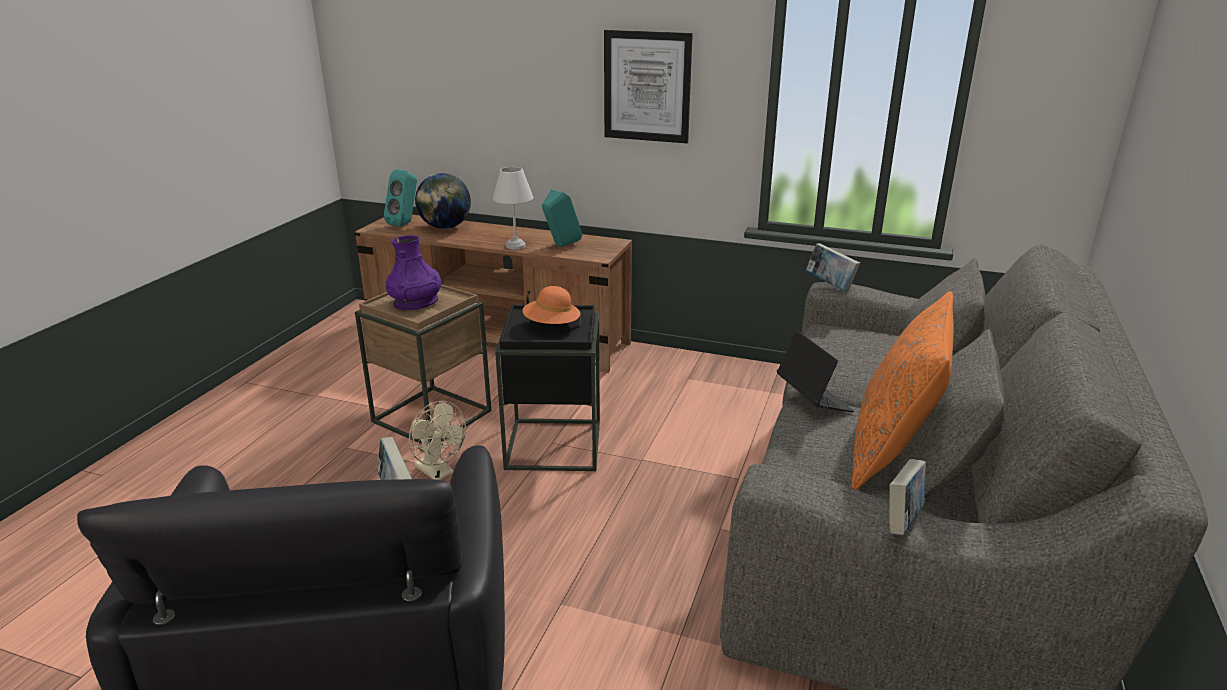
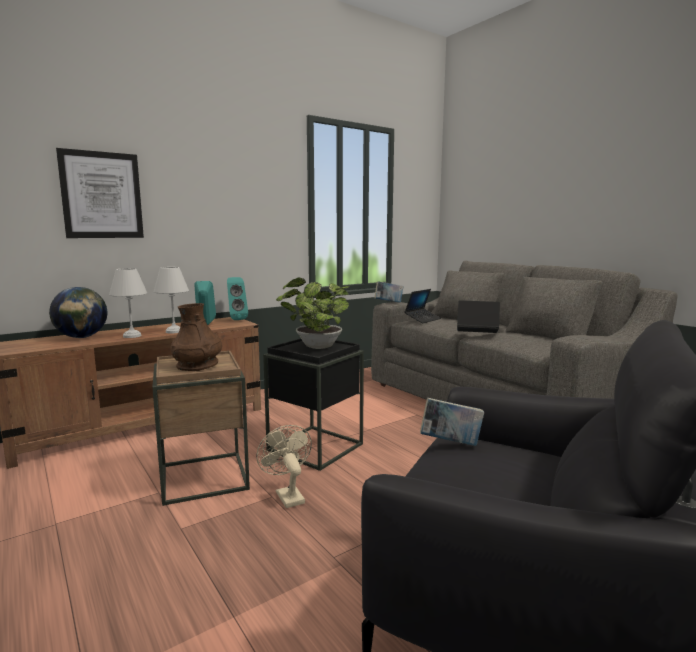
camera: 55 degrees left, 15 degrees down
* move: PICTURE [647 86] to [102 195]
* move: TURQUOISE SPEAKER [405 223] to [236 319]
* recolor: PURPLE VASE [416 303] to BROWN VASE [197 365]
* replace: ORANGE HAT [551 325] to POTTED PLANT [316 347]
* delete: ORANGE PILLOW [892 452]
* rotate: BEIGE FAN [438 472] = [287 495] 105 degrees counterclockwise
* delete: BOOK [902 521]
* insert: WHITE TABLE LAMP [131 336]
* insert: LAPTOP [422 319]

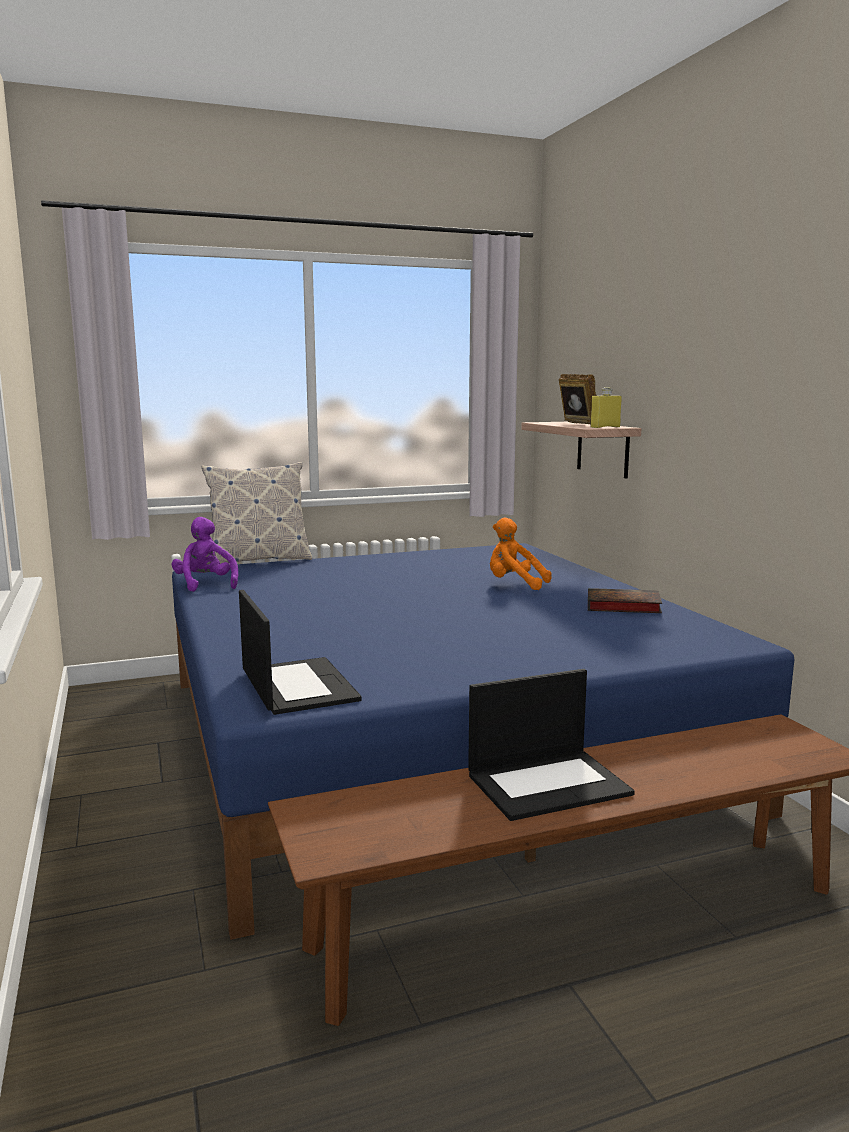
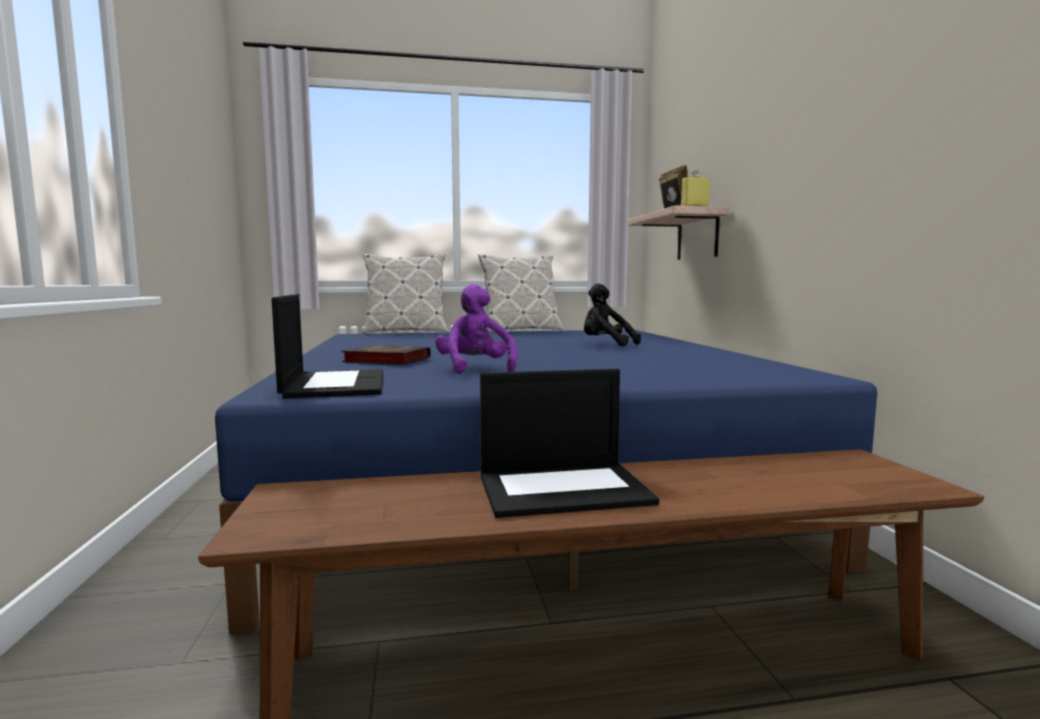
camera: 10 degrees right, 5 degrees down
* move: PURPLE PLUSH TOY [205 584] to [475 369]
* recolor: ORANGE PLUSH TOY [514 584] to BLACK PLUSH TOY [606 344]
* move: BOOK [621 606] to [384 360]
* insert: PILLOW [520 330]

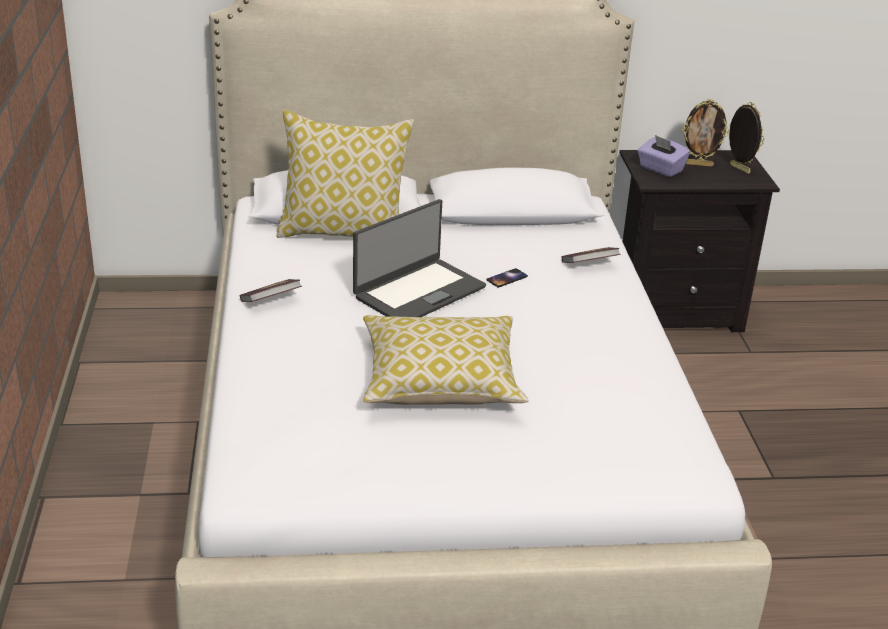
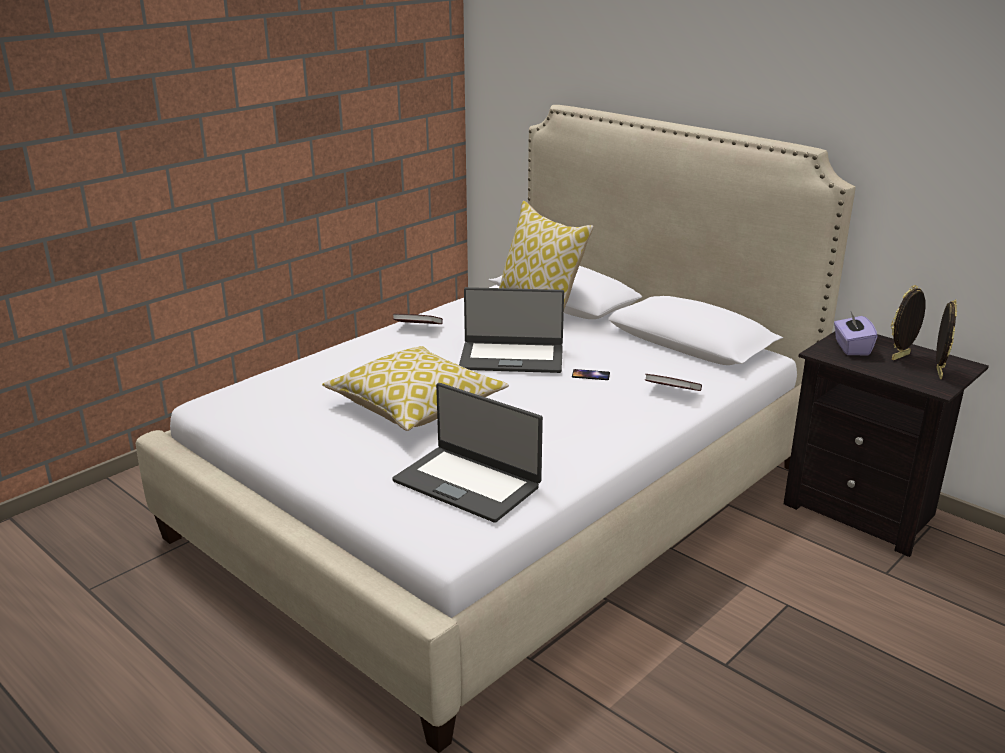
camera: 50 degrees right, 5 degrees down
* rotate: PICTURE FRAME [699 164] = [901 357] 90 degrees clockwise
* insert: LAPTOP [468 483]

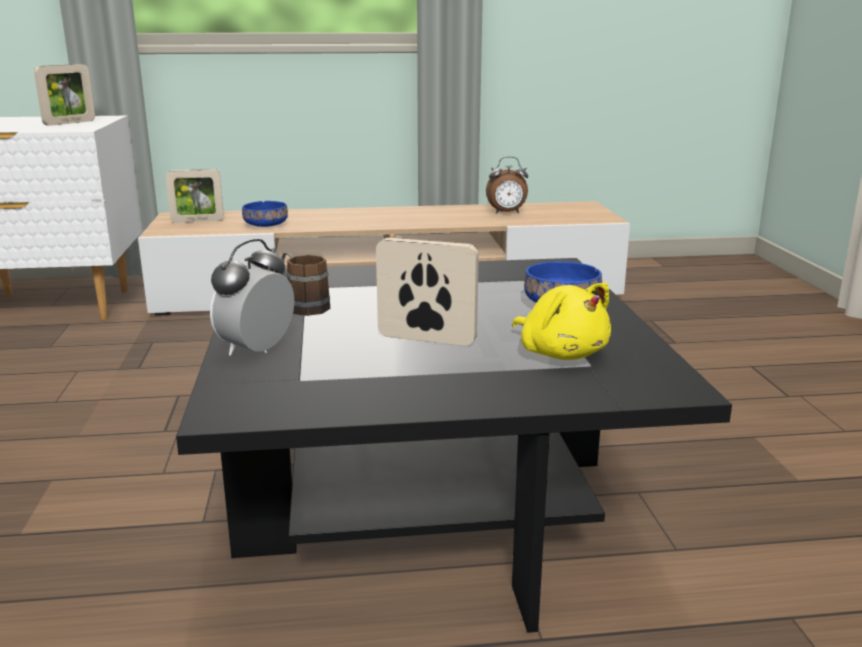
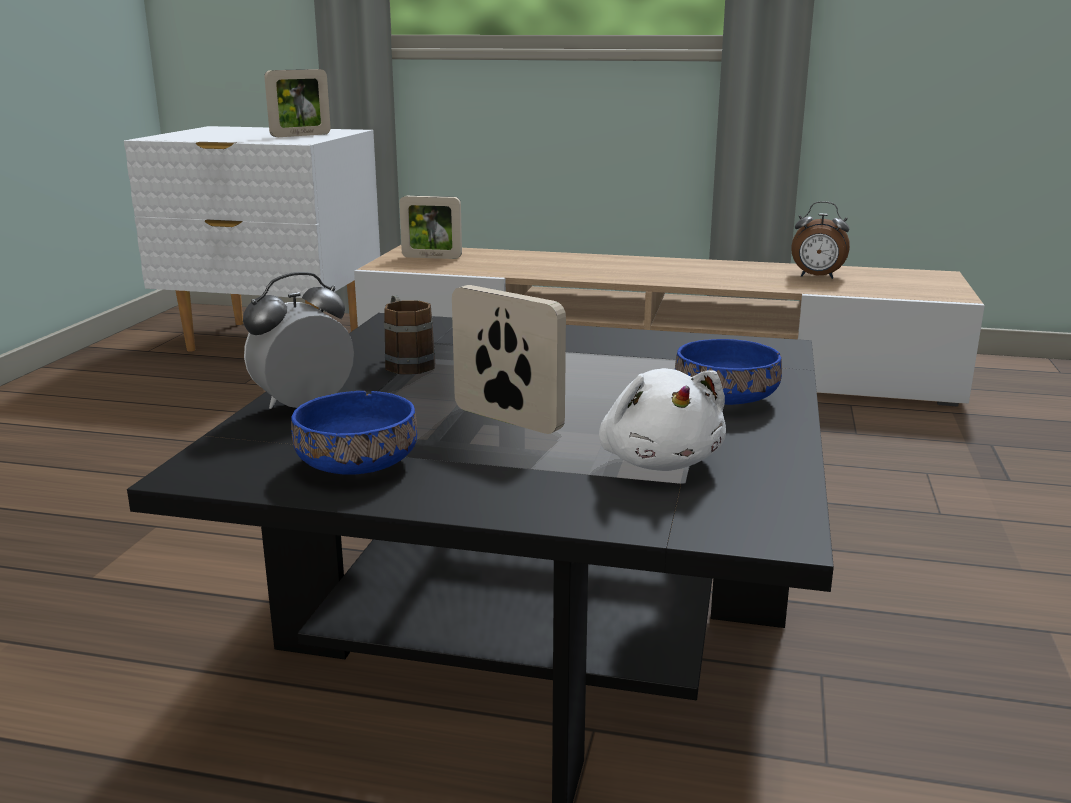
camera: 20 degrees right, 0 degrees up
* move: BLUE BOWL [265 225] to [355 465]
* recolor: YELLOW PLUSH TOY [561 353] to WHITE PLUSH TOY [659 461]

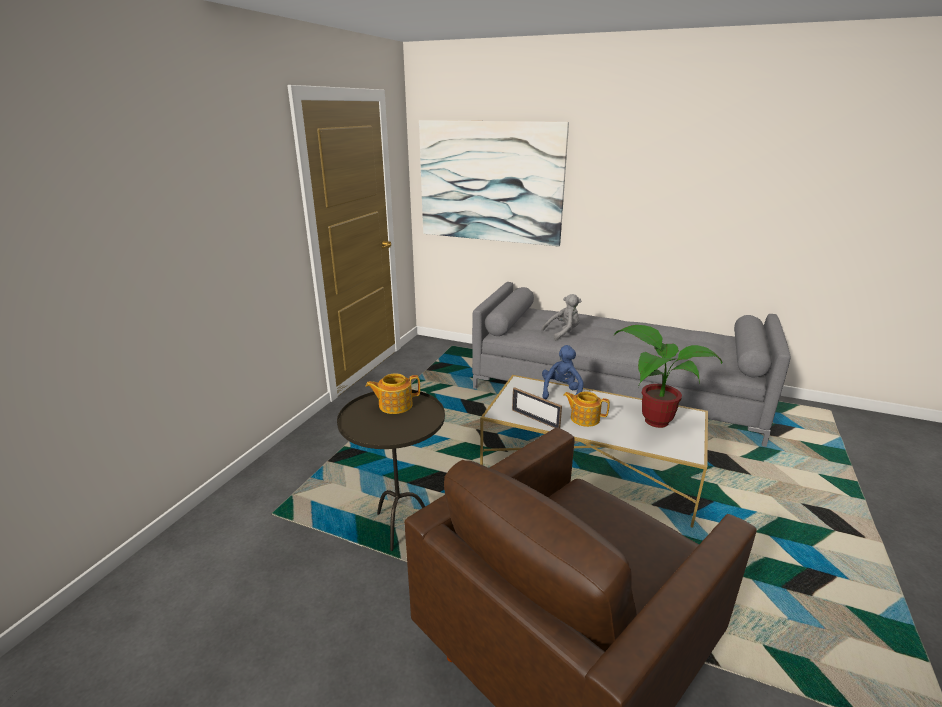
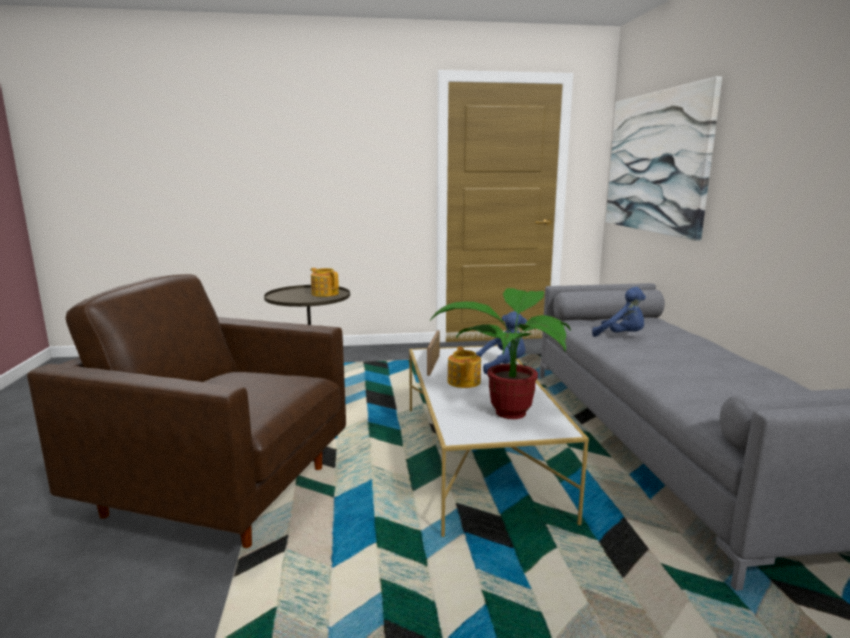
camera: 60 degrees right, 10 degrees down
* recolor: GREY PLUSH TOY [563 333] to BLUE PLUSH TOY [621 336]

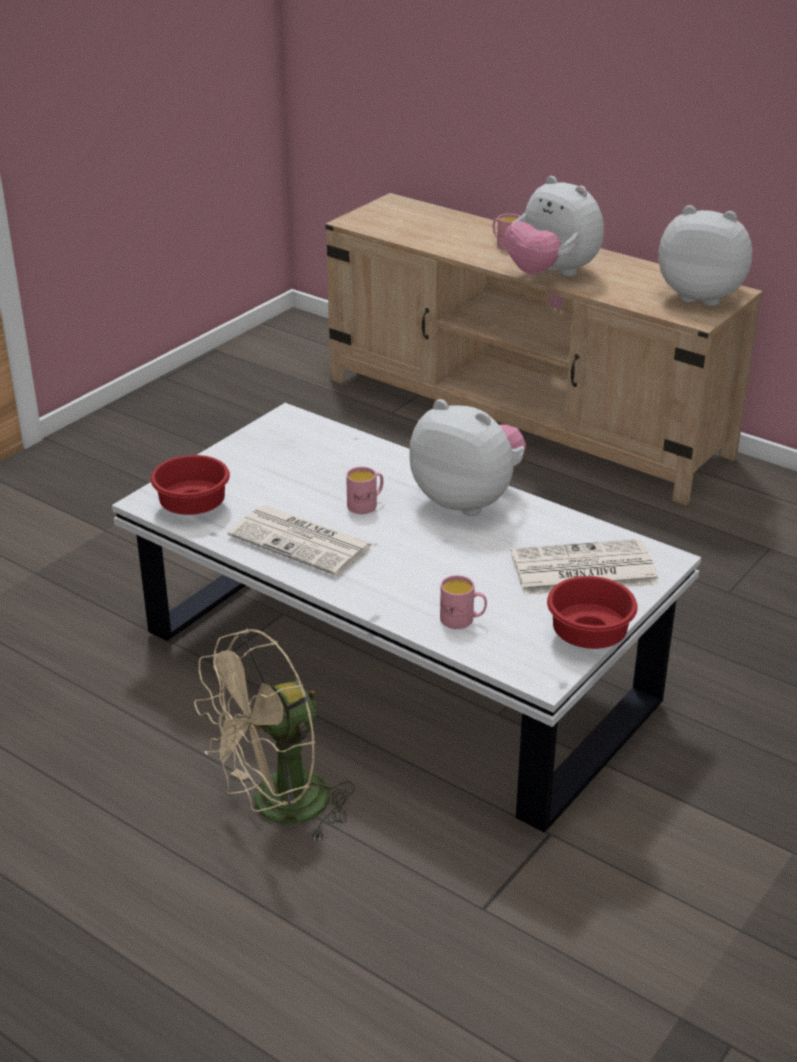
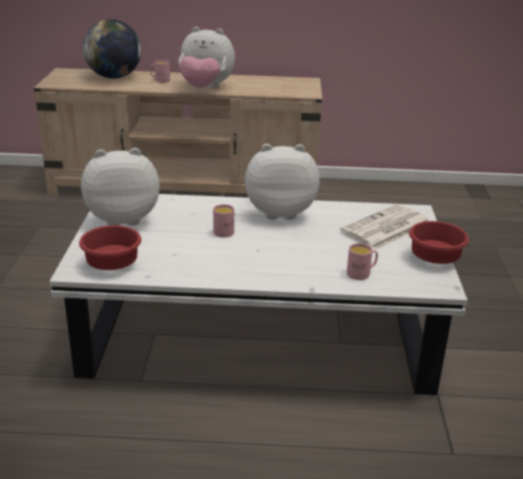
camera: 35 degrees left, 5 degrees down
* move: PLUSH TOY [702 296] to [123 218]
* delete: NEWSPAPER [303 541]
* delete: BEIGE FAN [277 808]
* insert: GLOBE [114 77]

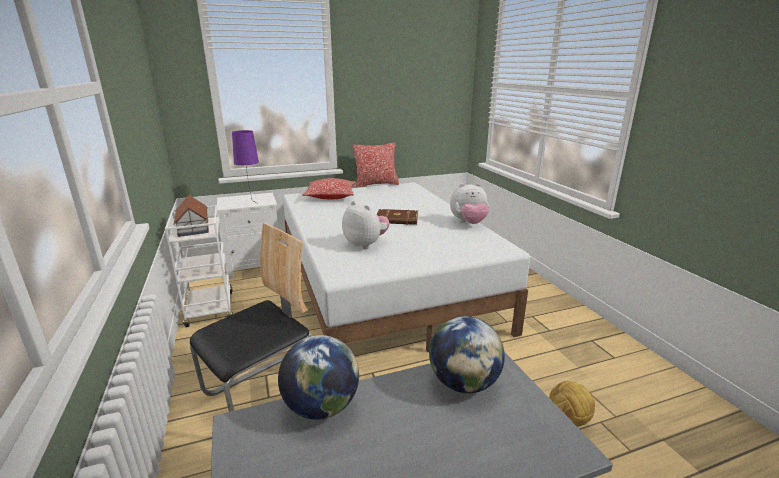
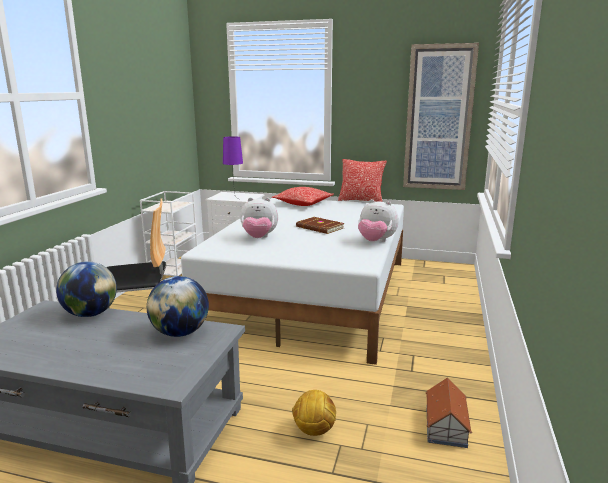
camera: 35 degrees right, 5 degrees down
* move: TOY HOUSE [193 227] to [445 426]
* rotate: PLUSH TOY [366 244] = [259 238] 105 degrees clockwise
* insert: PICTURE [438 118]

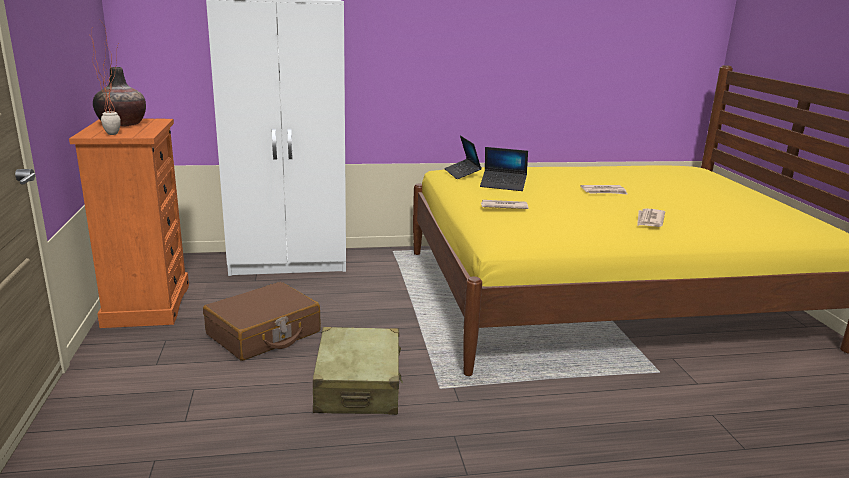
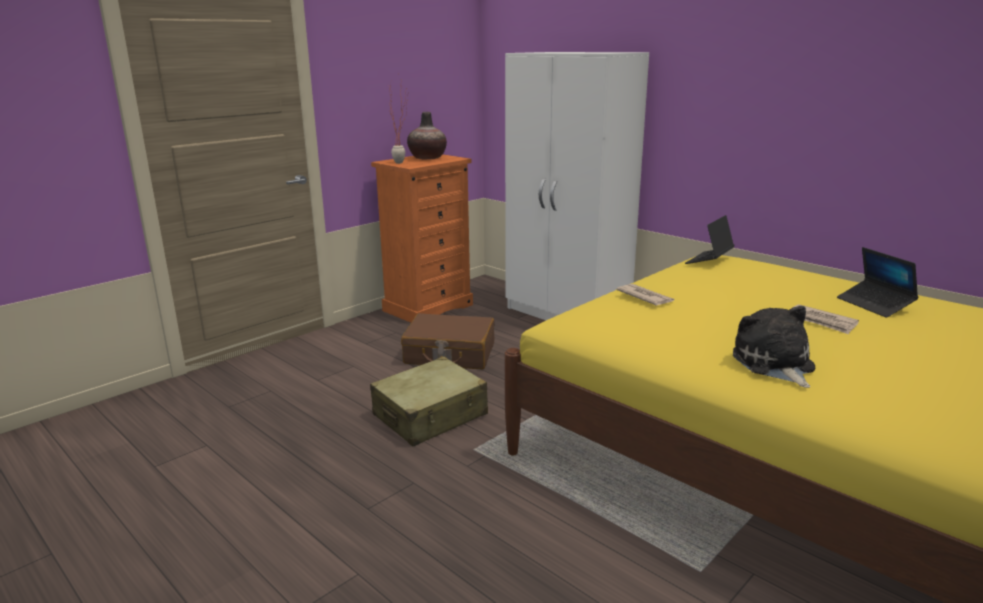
camera: 55 degrees right, 0 degrees up
* move: LAPTOP [503 185] to [874 304]
* replace: NEWSPAPER [649 220] to PLUSH TOY [774 364]

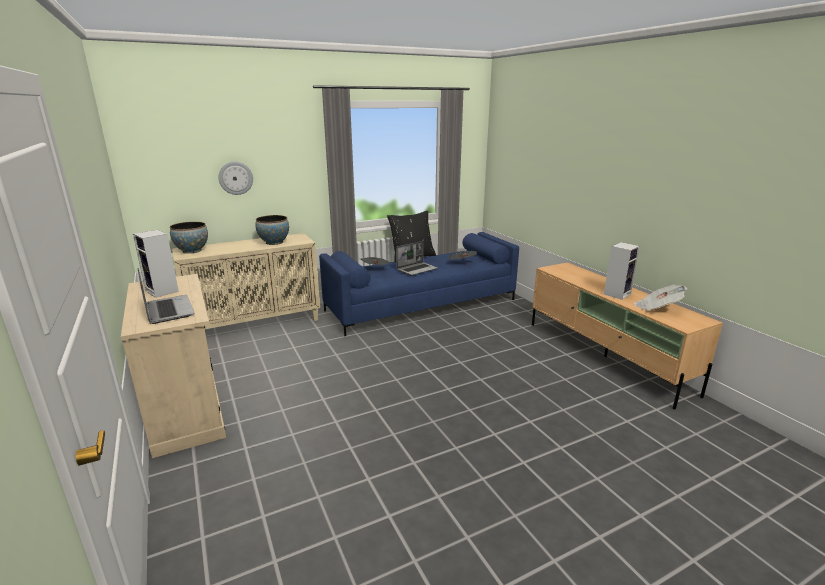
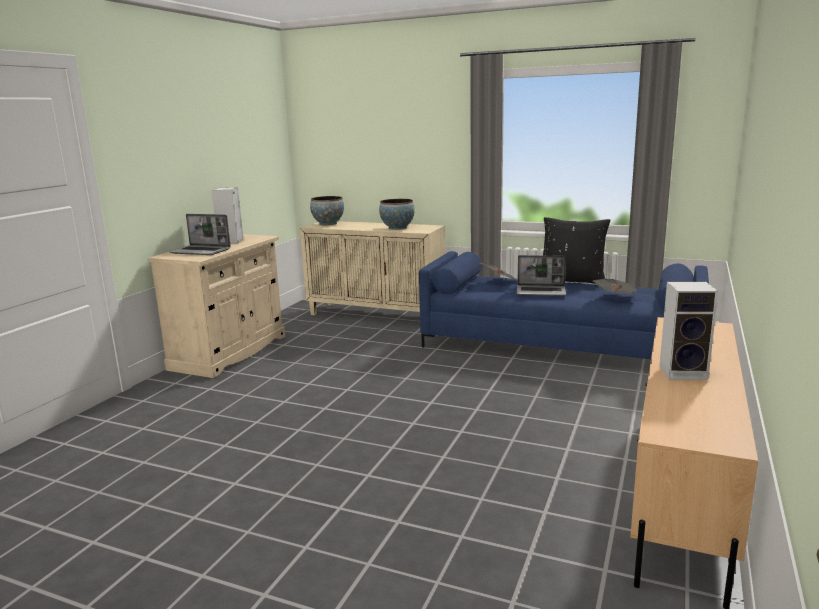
camera: 50 degrees right, 5 degrees down
* delete: WALL CLOCK [235 178]
* rotate: LAPTOP [168 310] = [201 251] 90 degrees clockwise
* delete: NEWSPAPER [657 308]

